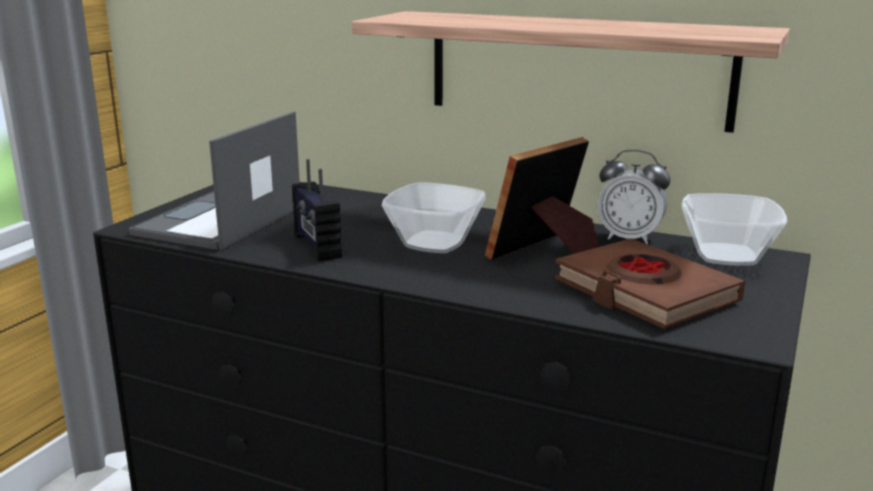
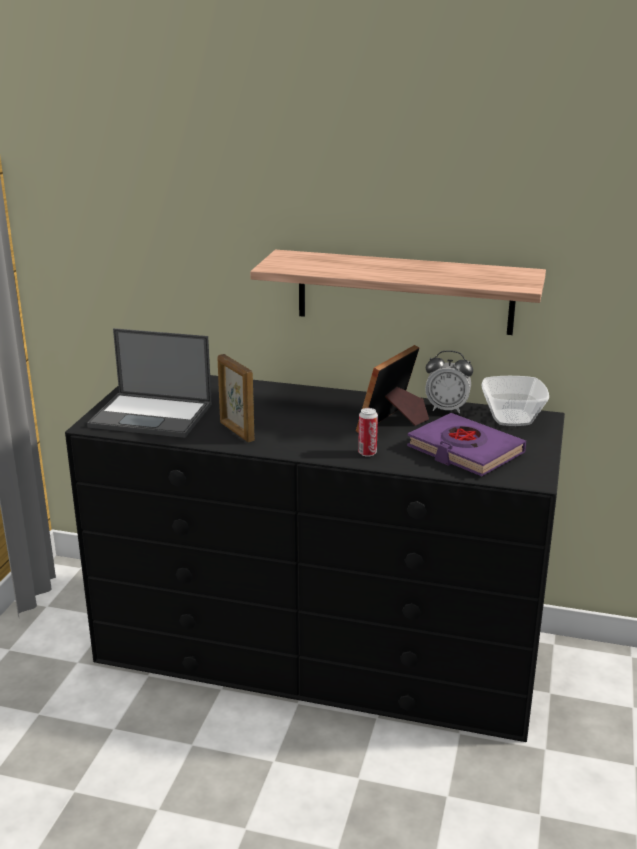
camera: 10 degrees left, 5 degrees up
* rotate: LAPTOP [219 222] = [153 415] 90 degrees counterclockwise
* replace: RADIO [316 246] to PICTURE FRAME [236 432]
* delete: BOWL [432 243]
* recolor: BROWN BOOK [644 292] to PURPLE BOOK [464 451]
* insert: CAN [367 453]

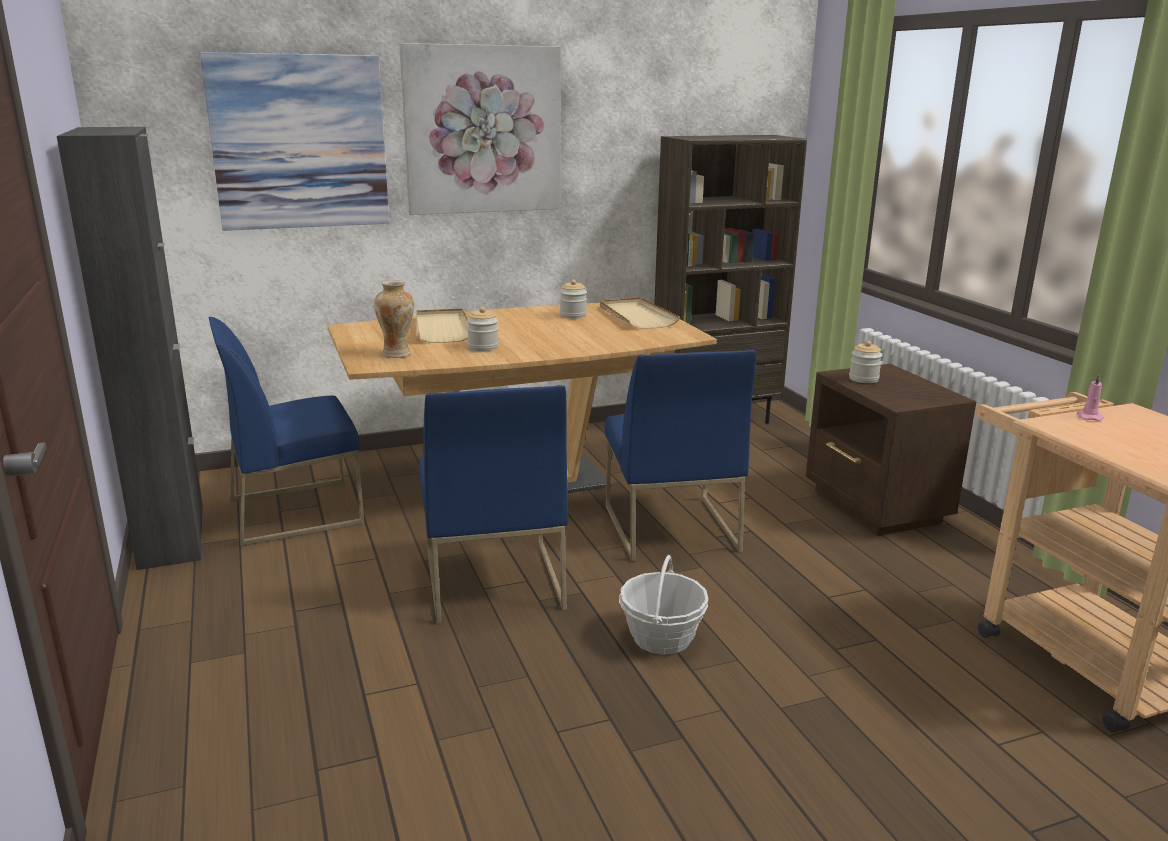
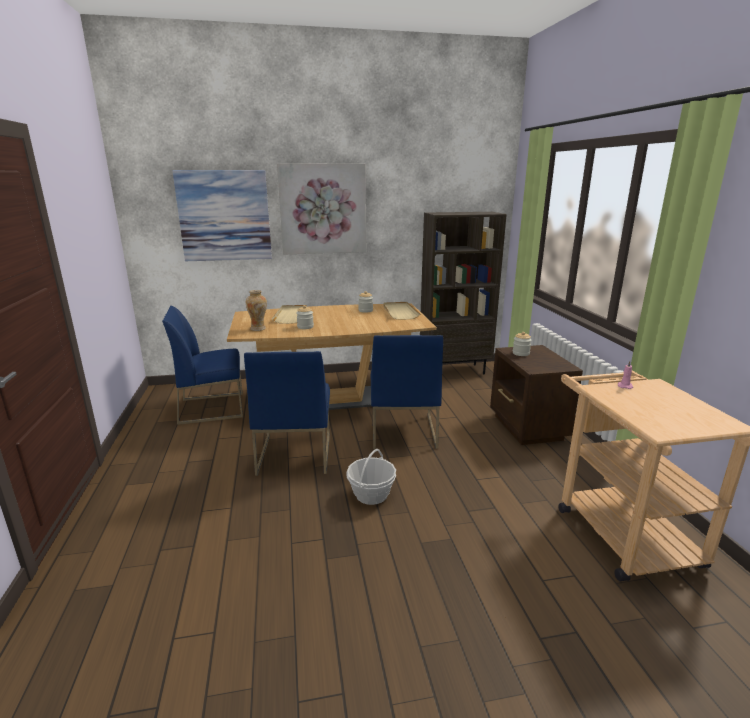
camera: 10 degrees right, 0 degrees up
* delete: BLACK CABINET [172 536]

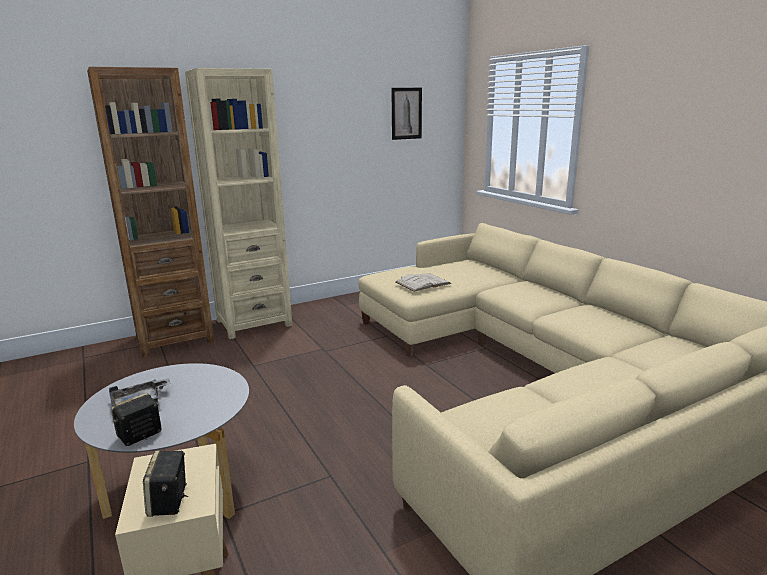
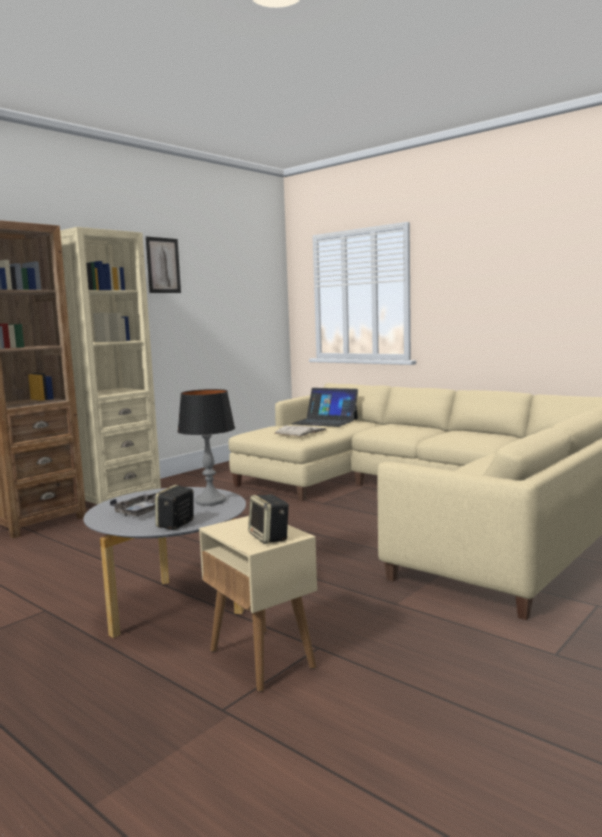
camera: 20 degrees left, 10 degrees down
* move: PICTURE [406 113] to [163 265]
* insert: LAPTOP [325 421]
* insert: TABLE LAMP [210 501]

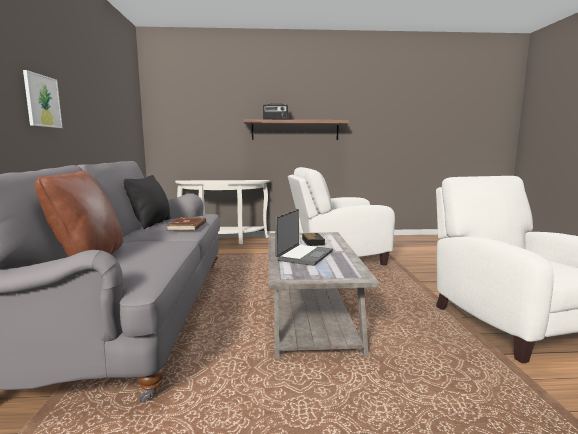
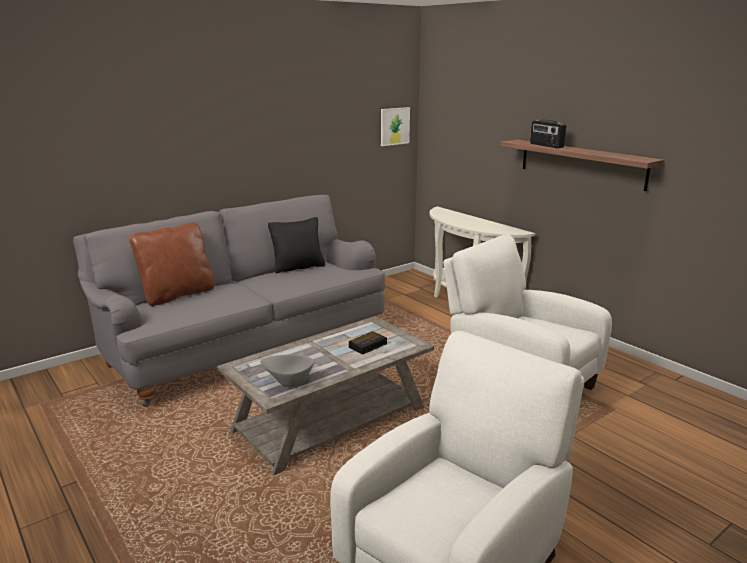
camera: 55 degrees right, 10 degrees up
* move: PICTURE [42 101] to [394 126]
* delete: LAPTOP [304 255]
* delete: BROWN BOOK [188 226]
* insert: GREY BOWL [288 381]

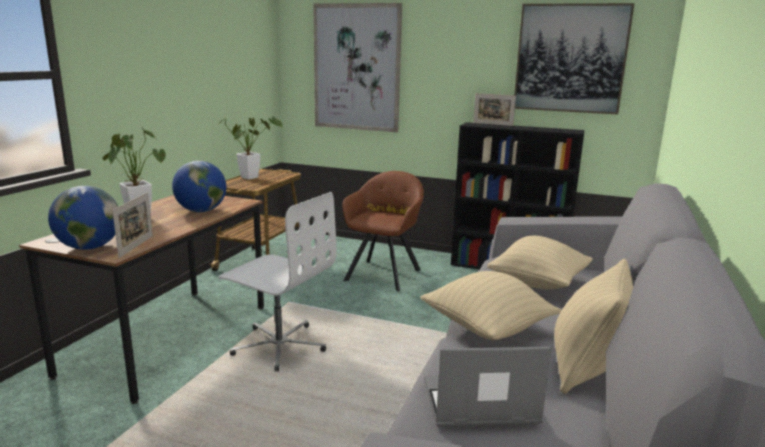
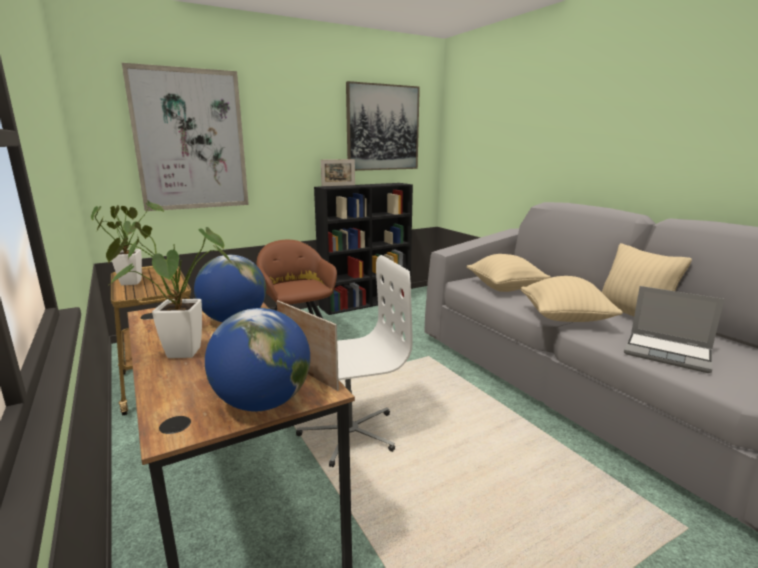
camera: 50 degrees left, 0 degrees up
* rotate: LAPTOP [478 404] = [668 353] 90 degrees counterclockwise

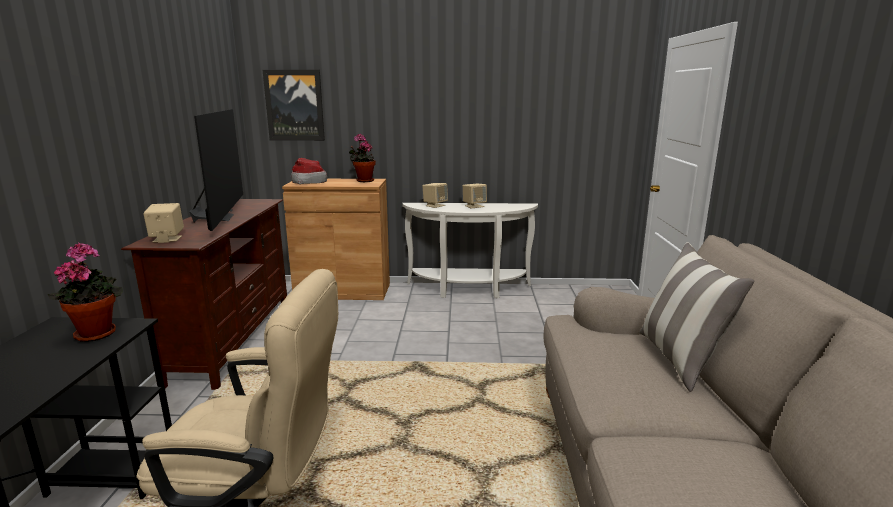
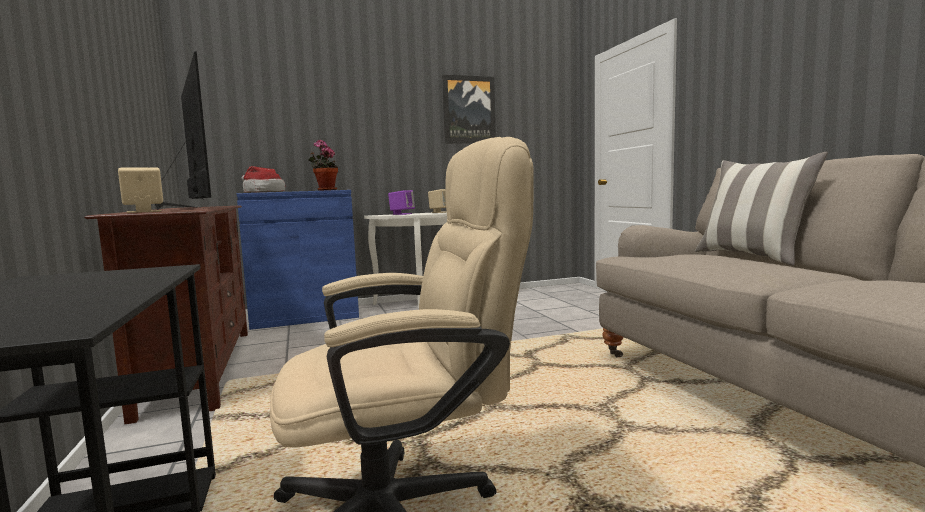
camera: 20 degrees left, 10 degrees down
* move: PICTURE [294 105] to [469 110]
* recolor: BROWN CABINET [343 291] to BLUE CABINET [305 317]
* recolor: BEIGE SPEAKER [435 205] to PURPLE SPEAKER [402 214]
* delete: POTTED PLANT [97 332]

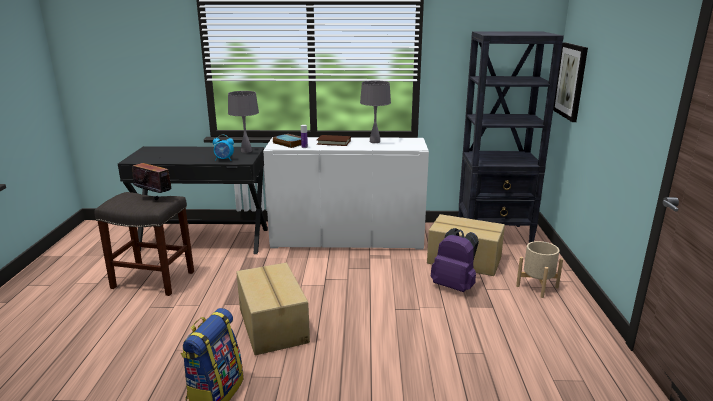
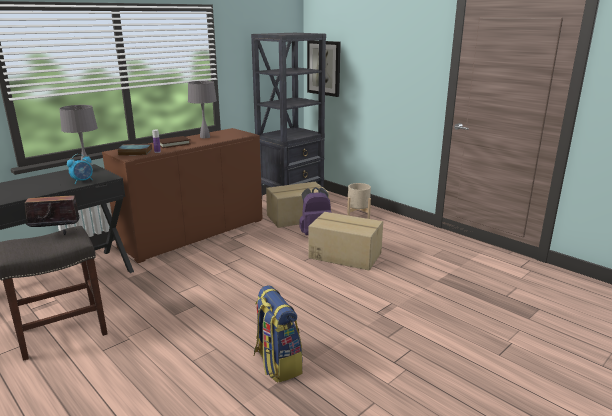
camera: 45 degrees left, 0 degrees up
* recolor: WHITE CABINET [347 239] to BROWN CABINET [194 233]
* move: CARDBOARD BOX [274 325] to [345 255]

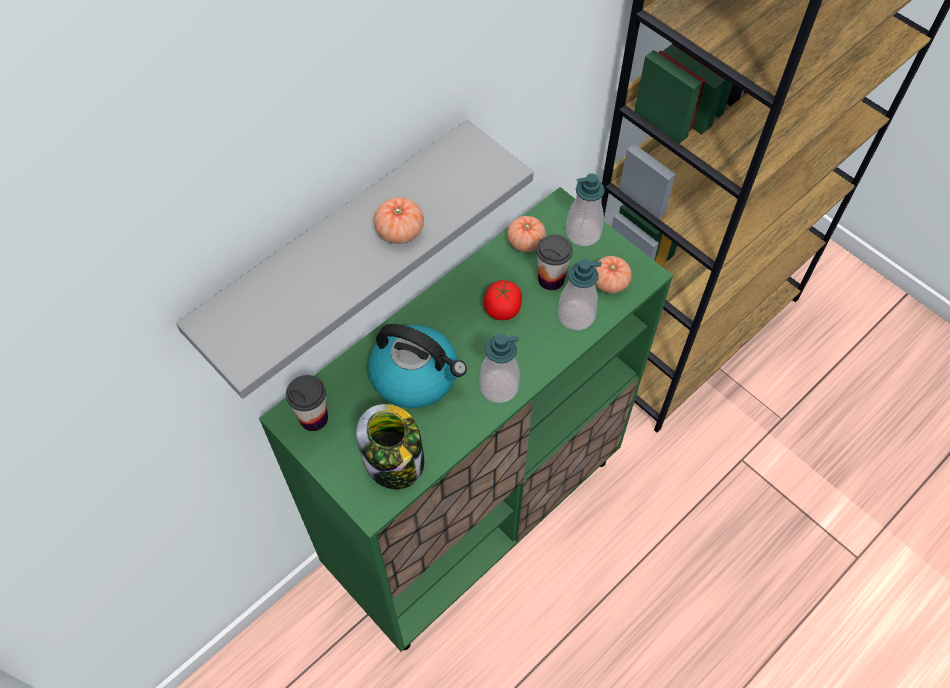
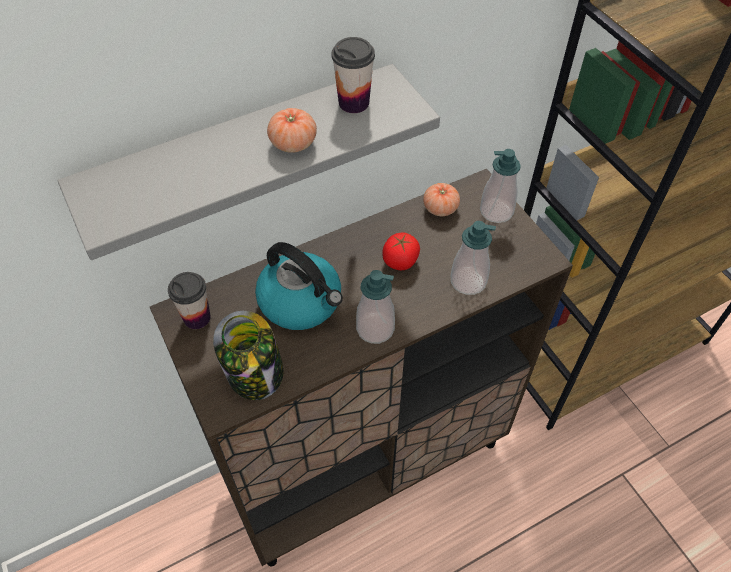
camera: 15 degrees right, 5 degrees down
* recolor: GREEN CABINET [476 515] to BROWN CABINET [366 463]
* move: CUP [551 279] to [354 103]
* delete: TOMATO [609 282]

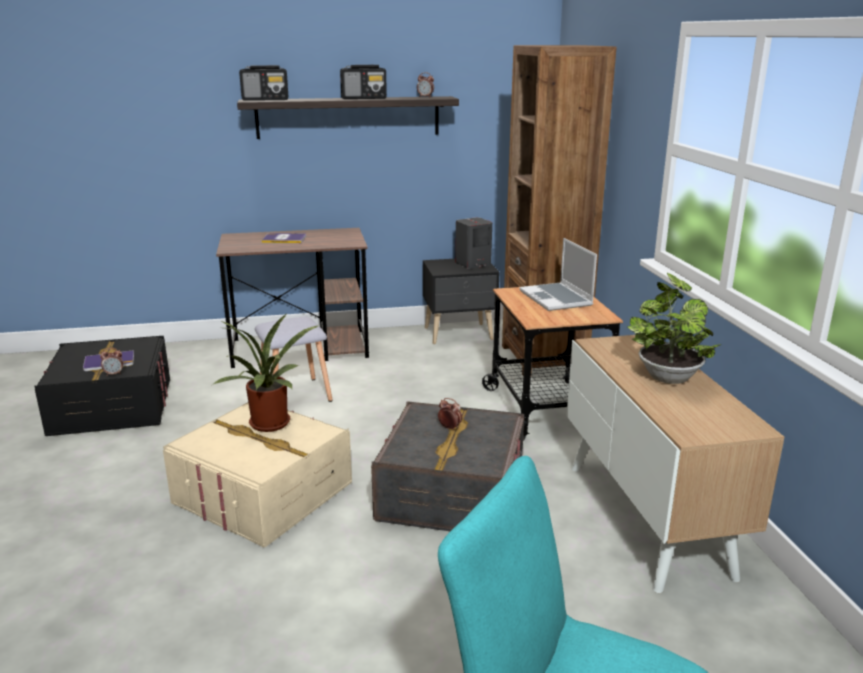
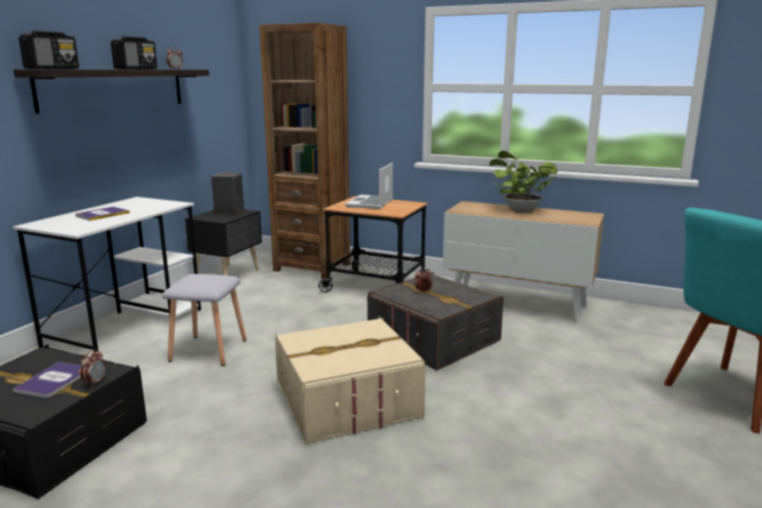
camera: 55 degrees left, 5 degrees down
* recolor: BROWN DESK [301 348] to WHITE DESK [127 327]
* rotate: LAPTOP [557 298] = [370 203] 90 degrees clockwise
* delete: POTTED PLANT [270 425]

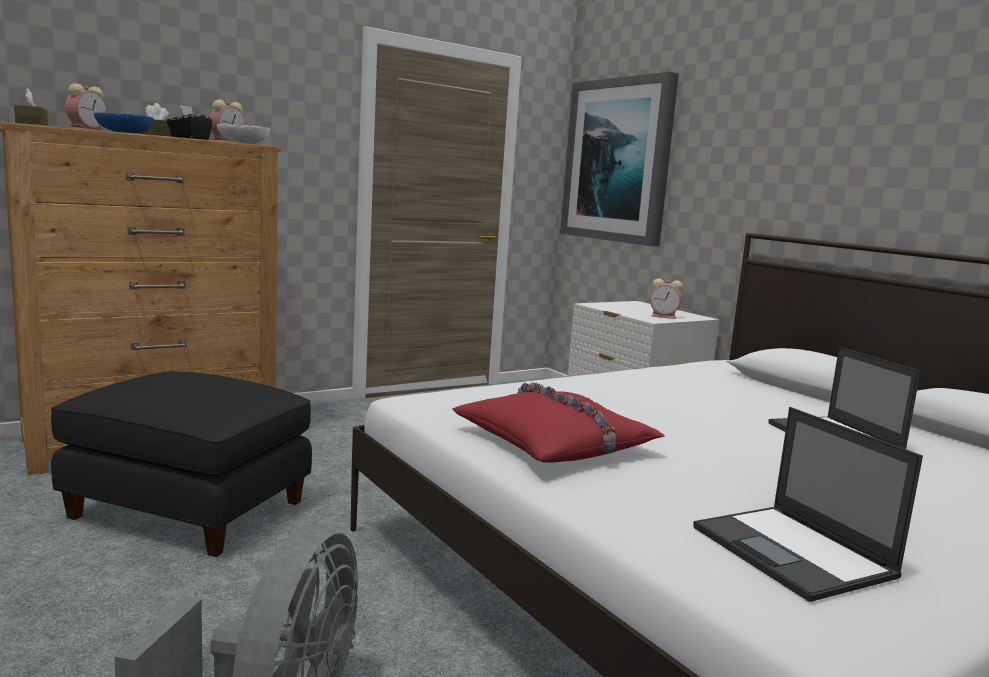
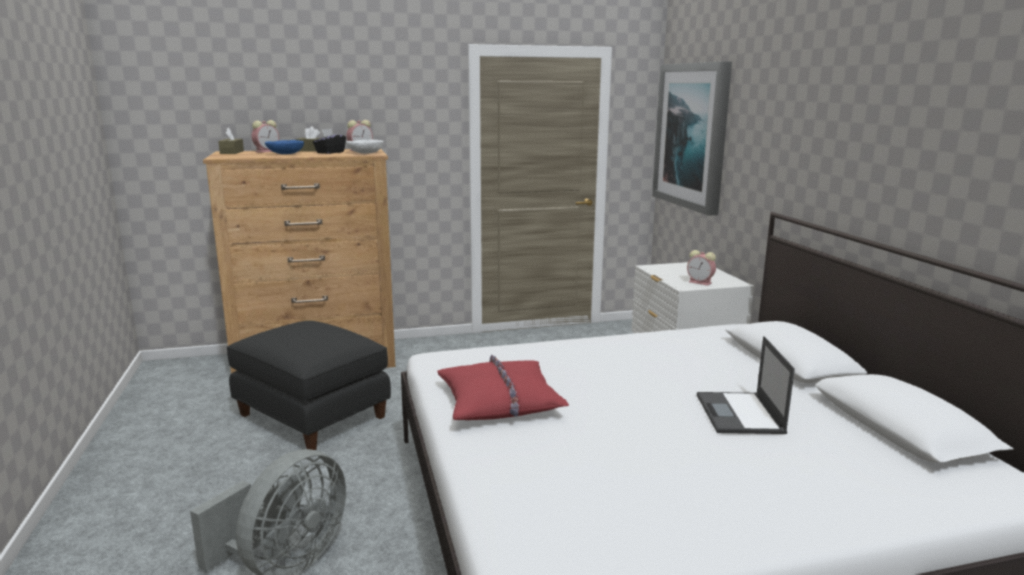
camera: 20 degrees right, 5 degrees up
* delete: LAPTOP [794 552]

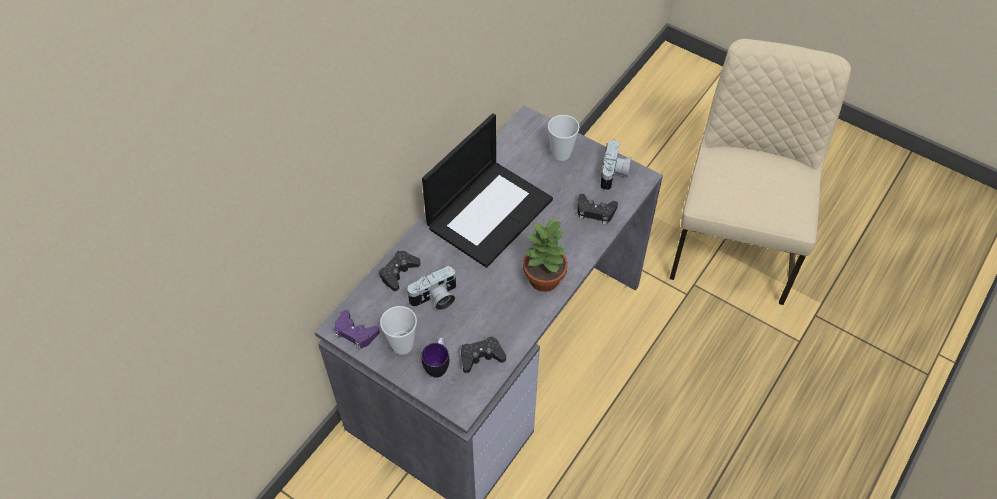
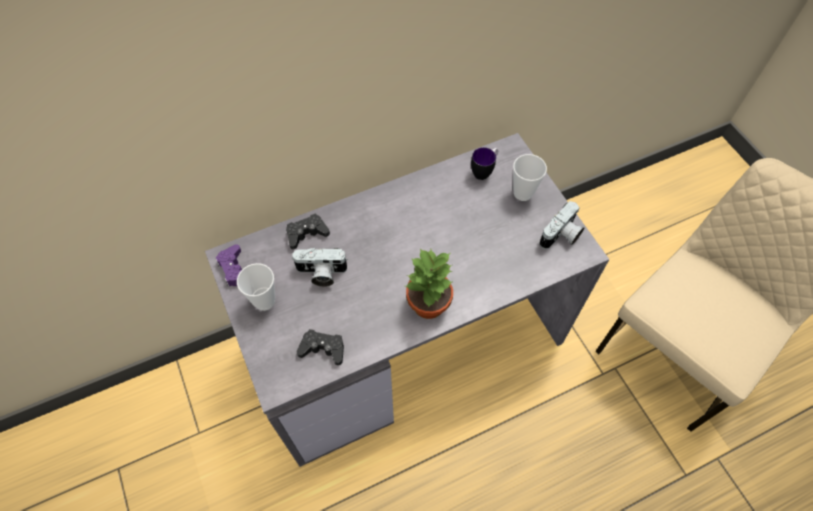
camera: 30 degrees right, 5 degrees up
* delete: LAPTOP [489 212]
* delete: BLACK GAME CONTROLLER [595 212]
* move: MUG [438 365] to [484 171]

